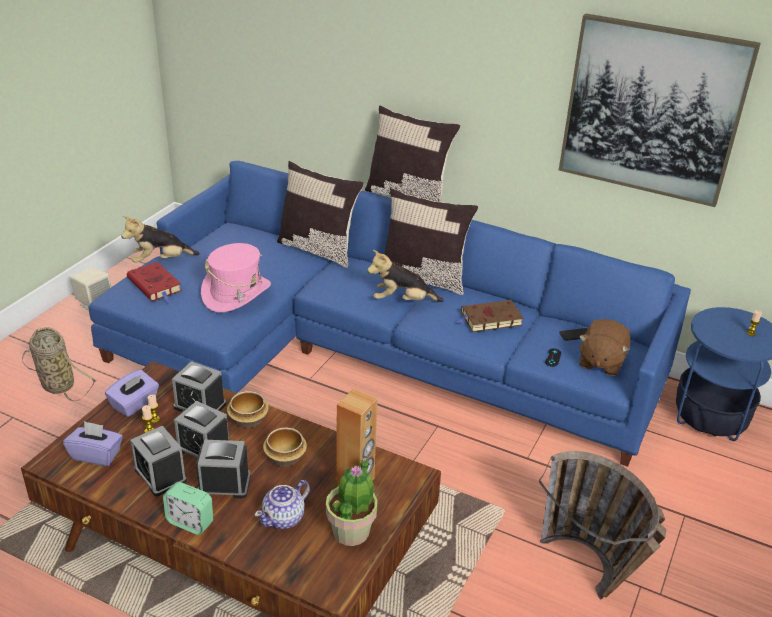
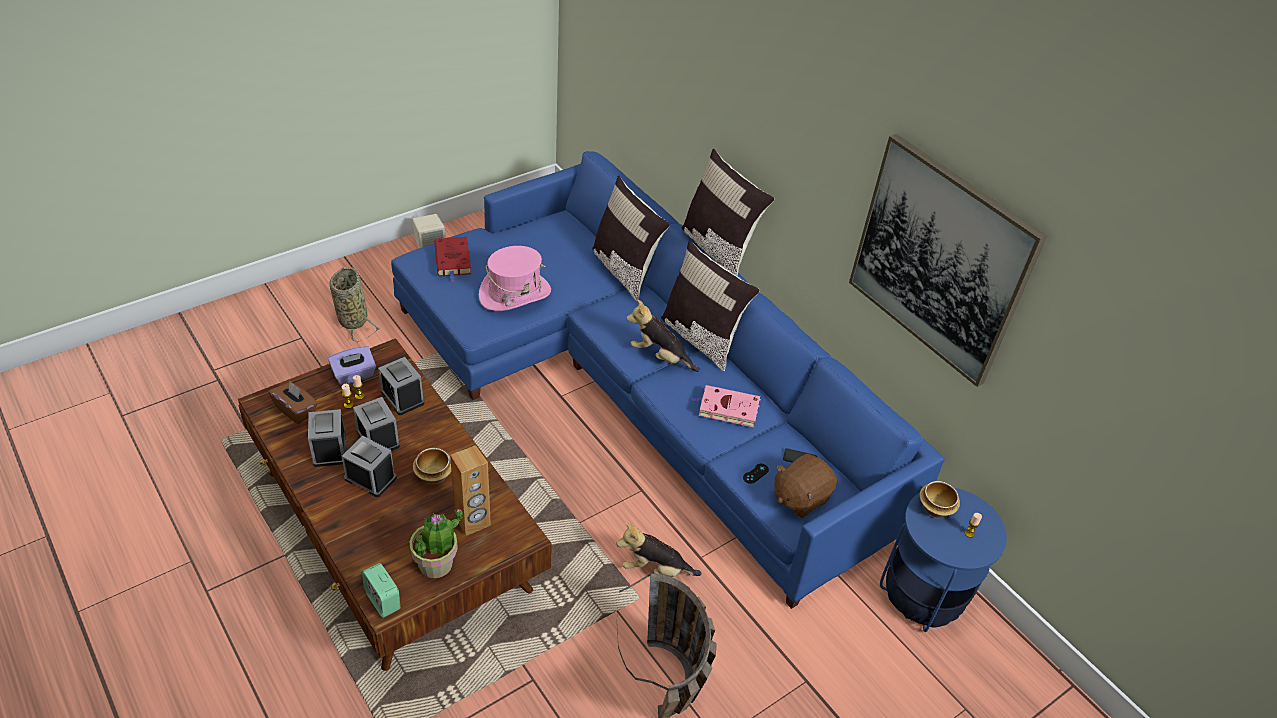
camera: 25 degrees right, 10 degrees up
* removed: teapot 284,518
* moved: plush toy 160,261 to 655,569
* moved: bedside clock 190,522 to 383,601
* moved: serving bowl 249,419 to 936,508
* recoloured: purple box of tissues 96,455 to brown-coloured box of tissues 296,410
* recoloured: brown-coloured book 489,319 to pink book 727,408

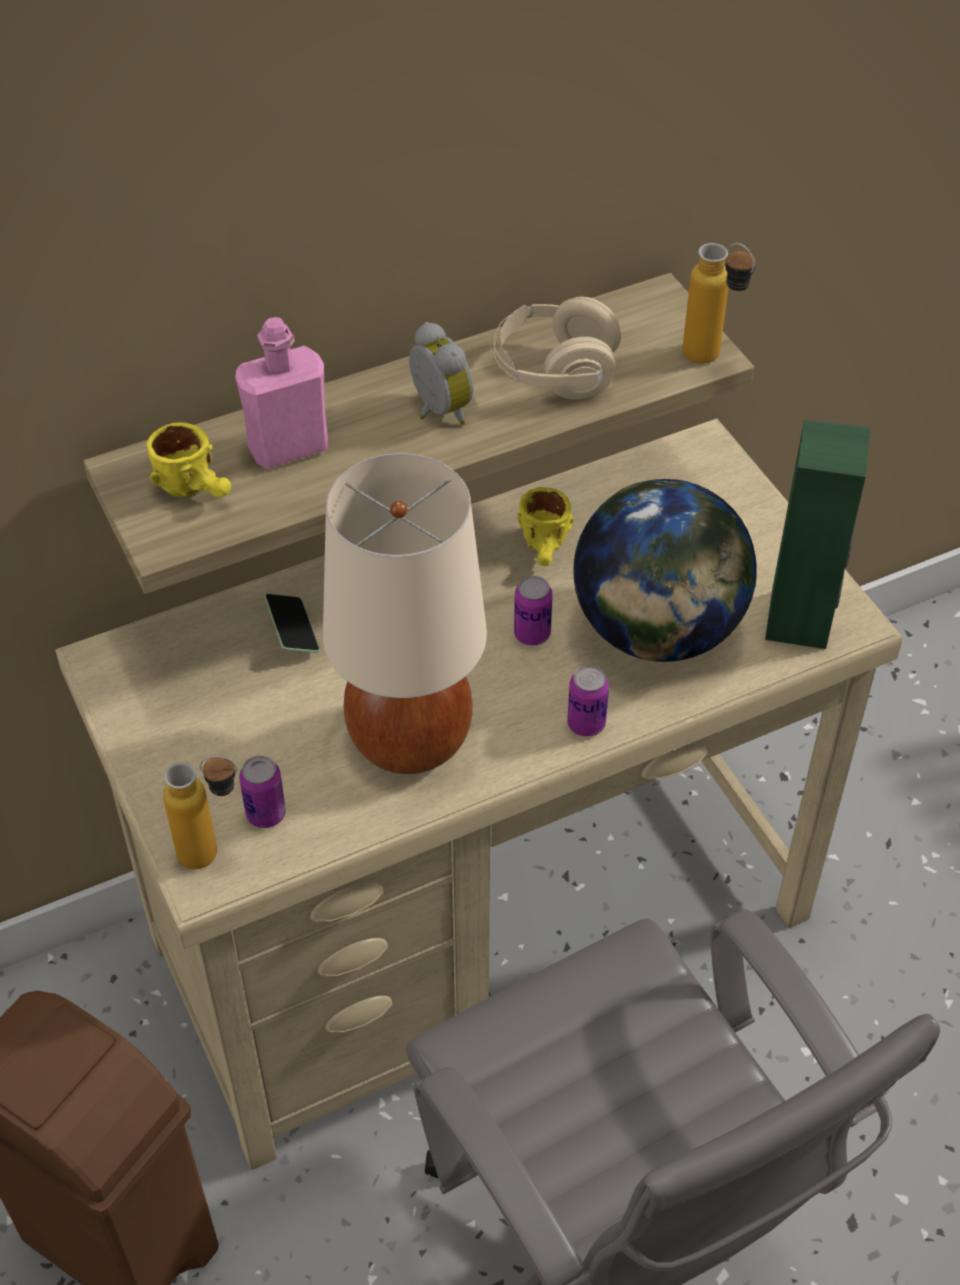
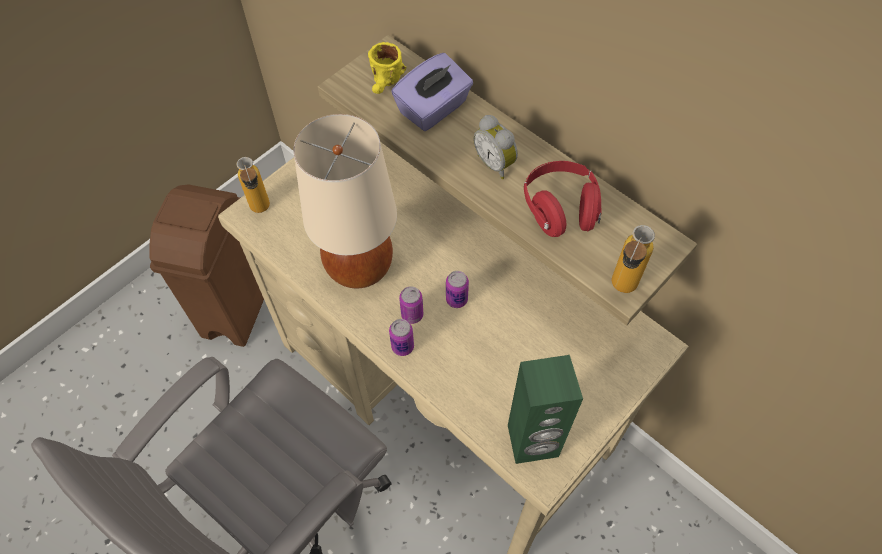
camera: 70 degrees right, 10 degrees up
* removed: telephone 292,631
* removed: yellow-coloured mug 546,550
* removed: desk globe 657,631
* moved: can 266,814 to 412,315
* replaced: pink beverage bottle 288,448 to purple box of tissues 433,109
* recoloured: beige headphones 555,373 to red-coloured headphones 560,210
* turned: bedside clock 437,411 = 496,163 105 degrees clockwise

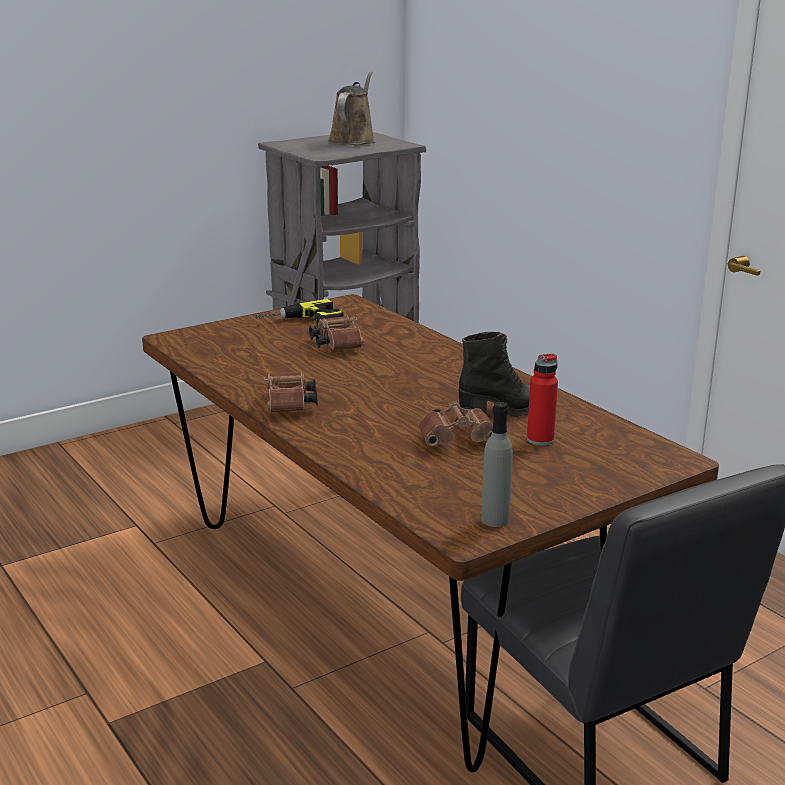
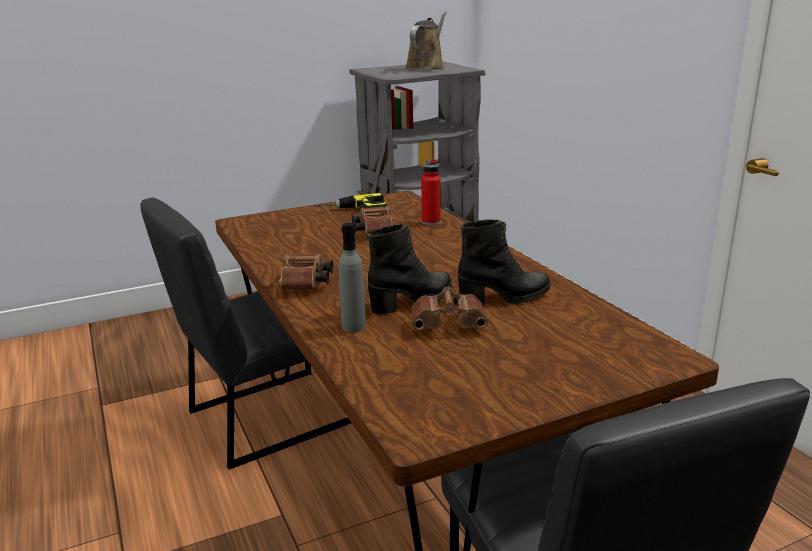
camera: 10 degrees right, 0 degrees up
* added: grey chair 267,417
* added: black-coloured boot 412,301
* moved: grey beverage bottle 495,520 to 353,326
* moved: red-coloured beverage bottle 540,440 to 431,222

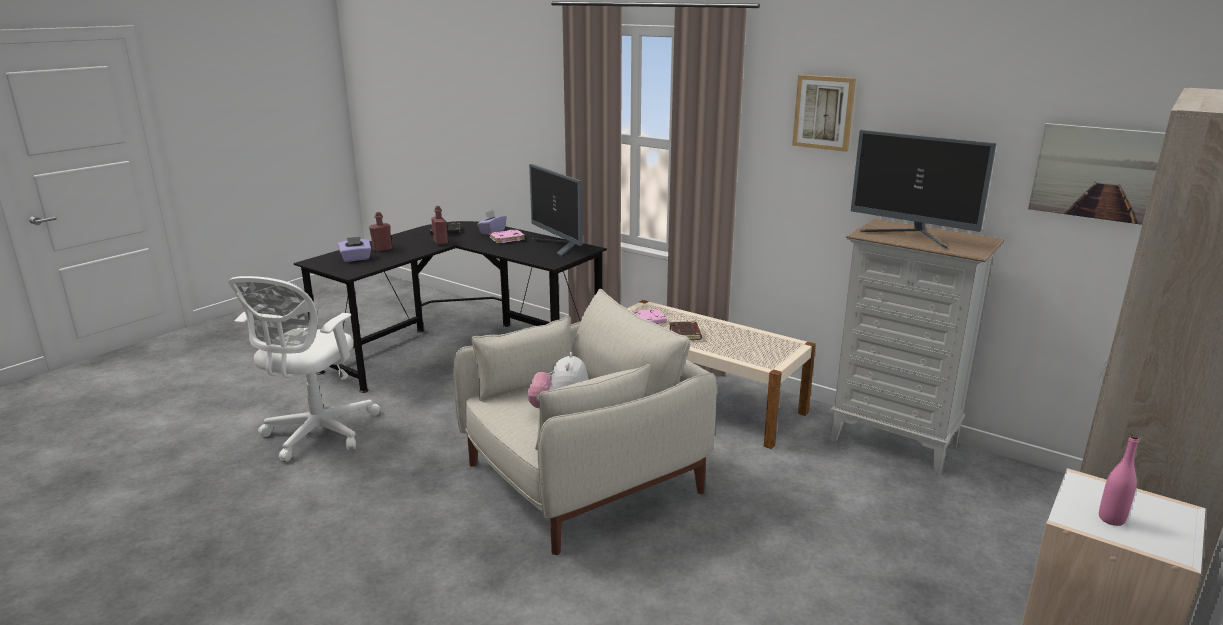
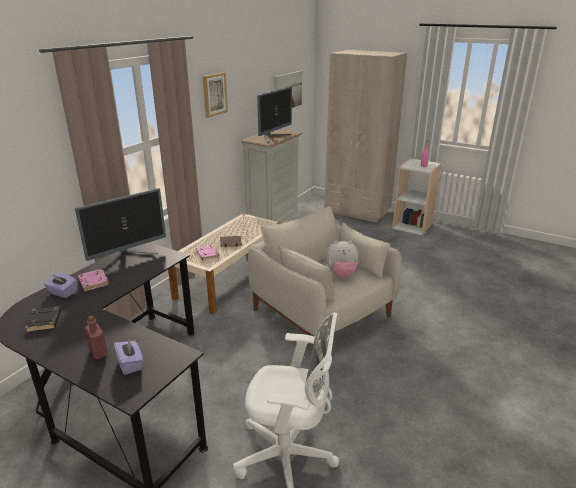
camera: 95 degrees left, 5 degrees up
* removed: red-coloured beverage bottle 440,242

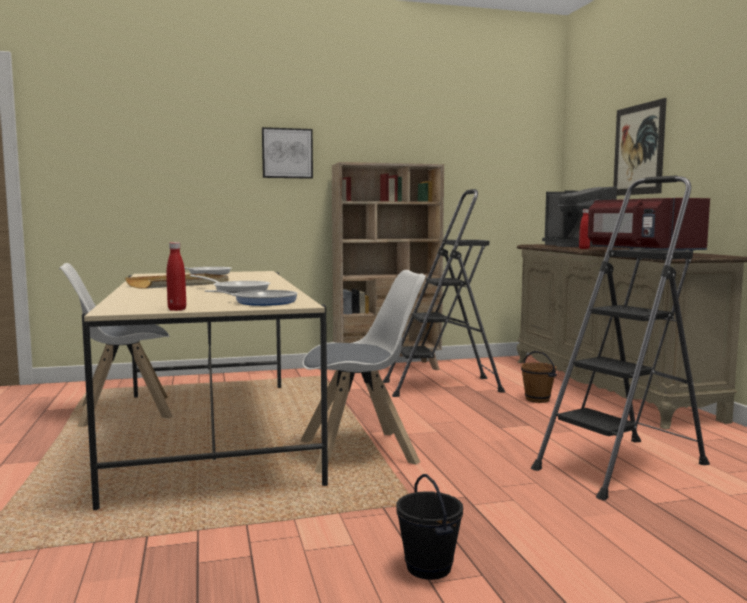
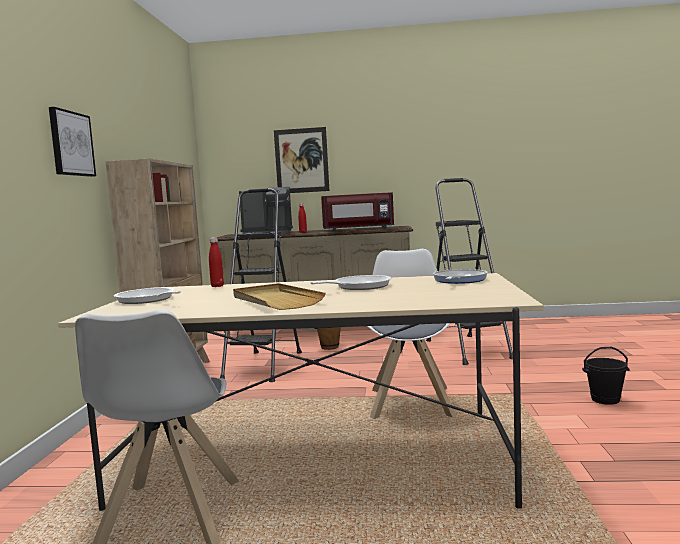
camera: 70 degrees left, 0 degrees up
* moved: red-coloured beverage bottle 177,309 to 217,286

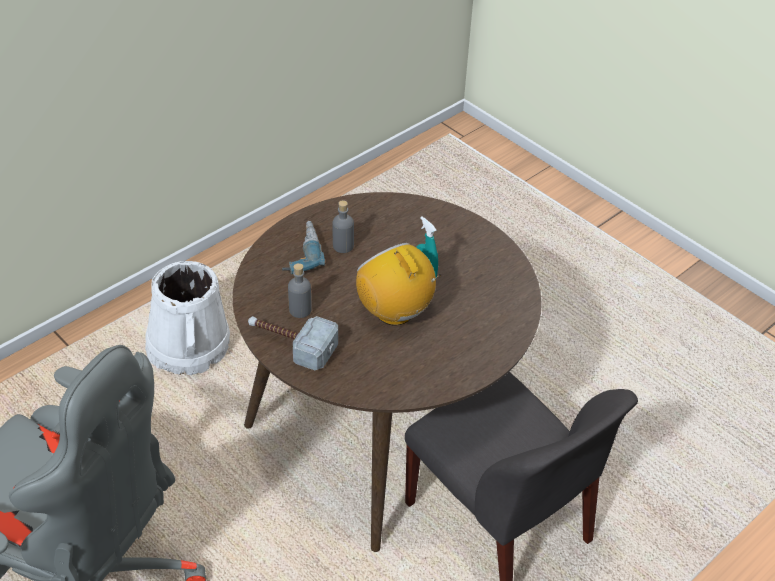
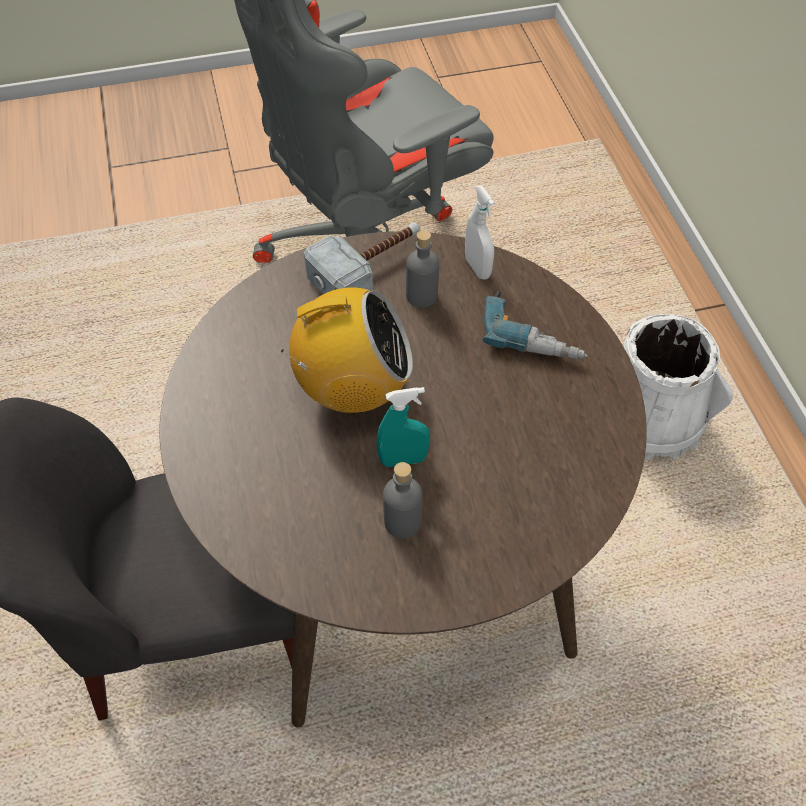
camera: 120 degrees right, 10 degrees up
* added: whitish hand sprayer 477,268
* moved: grey beverage bottle 343,246 to 402,522

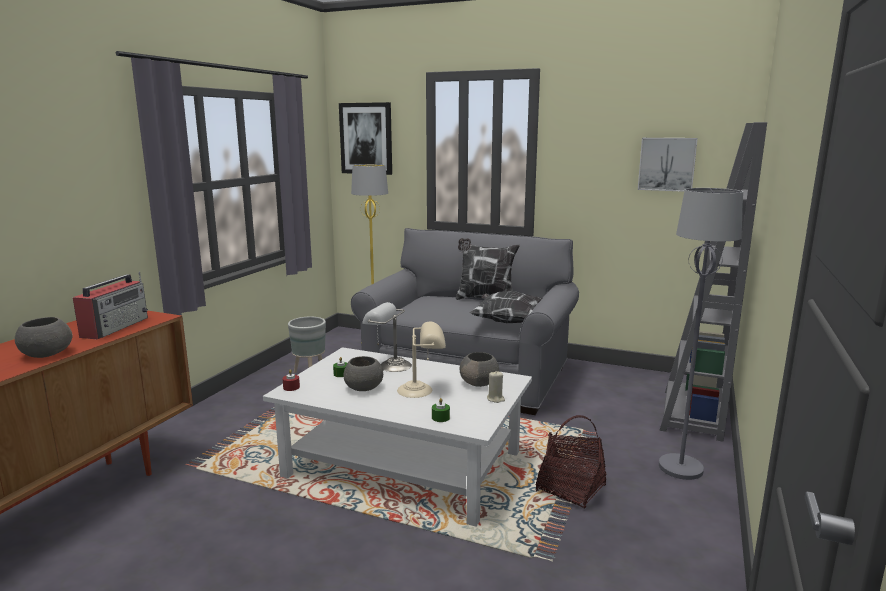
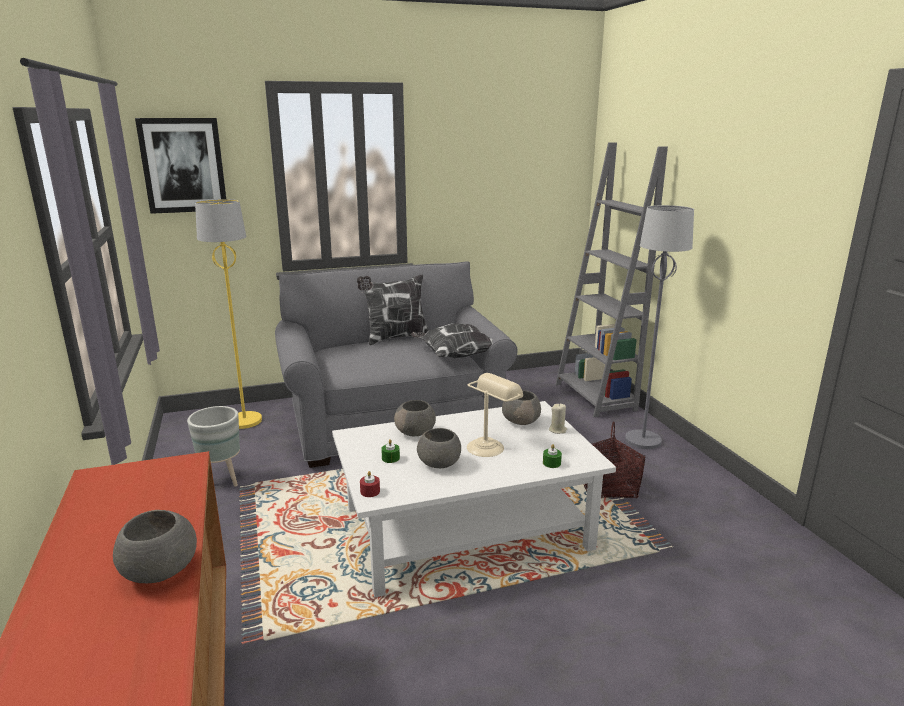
camera: 40 degrees left, 5 degrees up
* removed: radio set 116,327
* removed: picture 667,164
* replaced: whitish tabletop lamp 389,365 to grey serving bowl 416,432

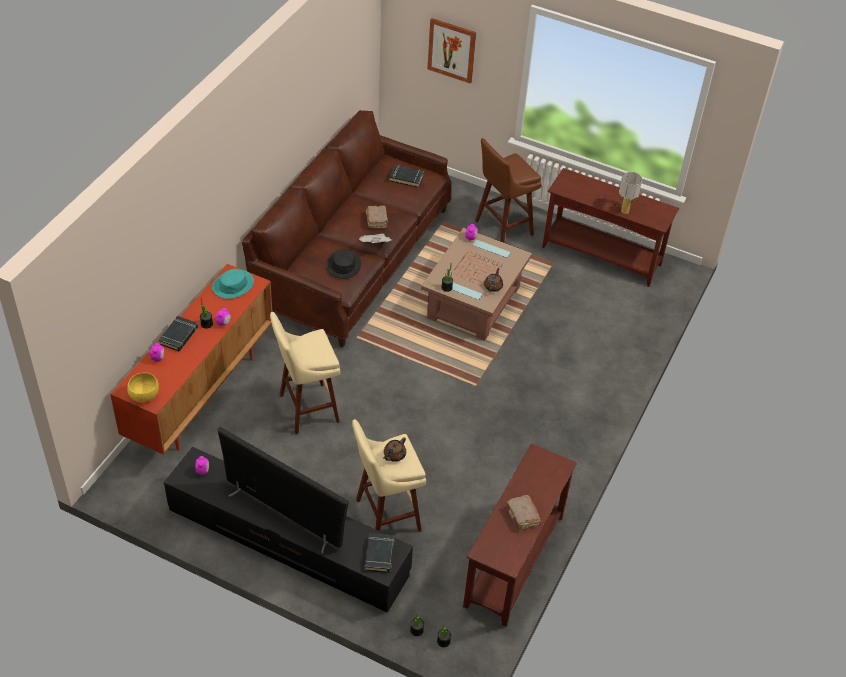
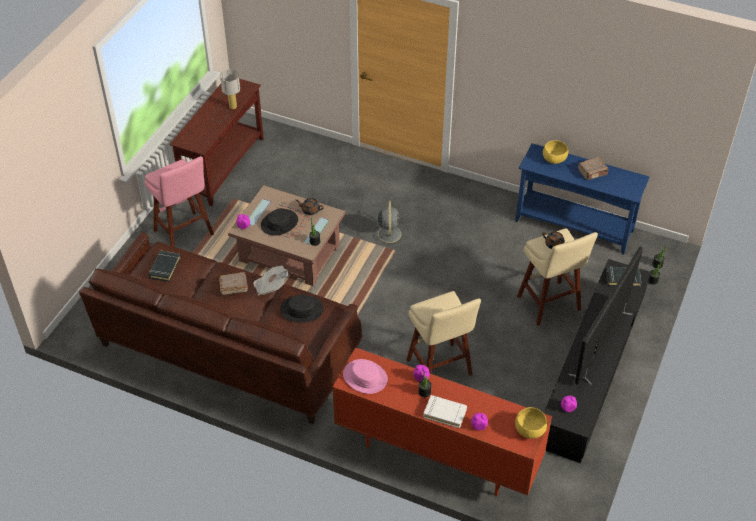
camera: 90 degrees left, 0 degrees up
* removed: picture 452,50
* added: black-coloured hat 279,223
* added: grey electric fan 389,233
* added: yellow-coloured serving bowl 554,159
* recoloured: black-coloured book 179,336 to whitish book 445,413
* recoloured: turquoise hat 233,285 to pink hat 365,377
* recoloured: brown-coloured hall table 514,562 to blue hall table 574,225
* recoloured: brown-coloured stool 501,229 to pink stool 184,234

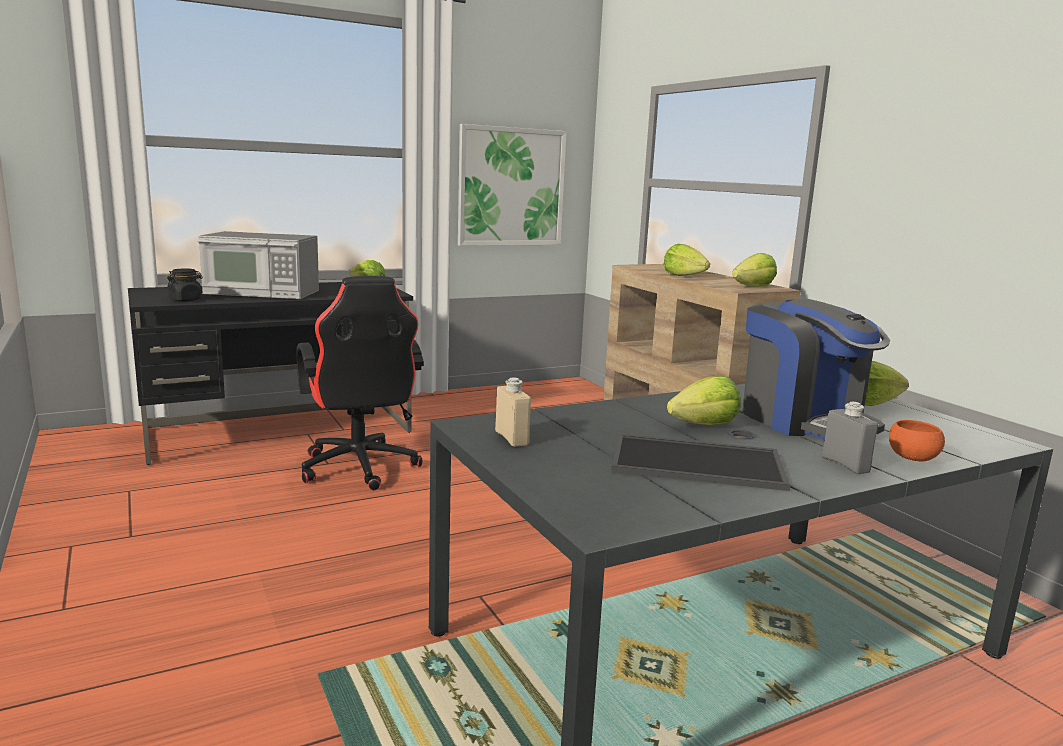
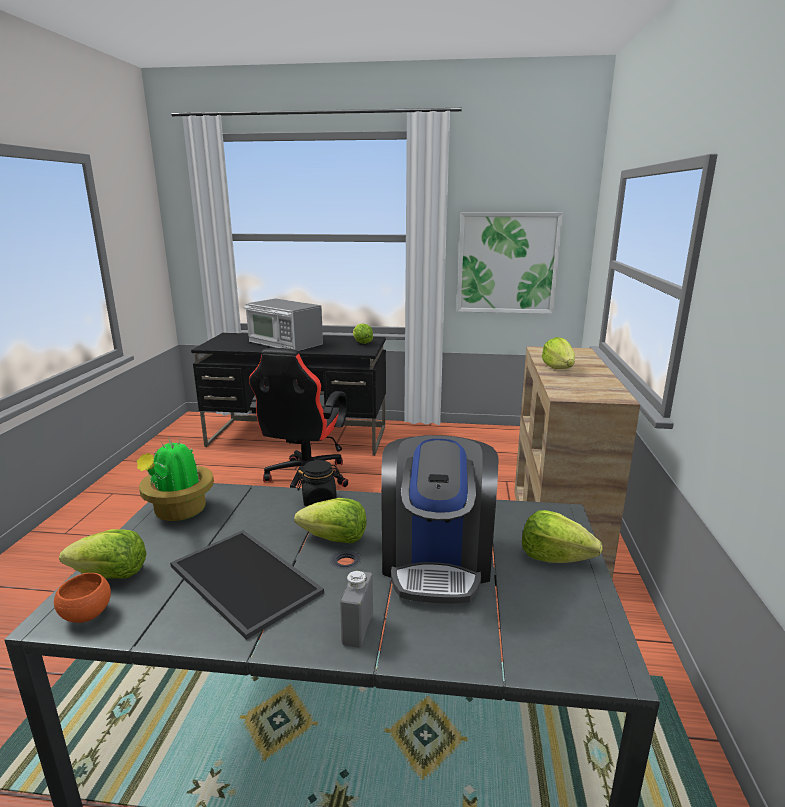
camera: 35 degrees right, 5 degrees up
* moved: black-coloured jar 186,300 to 319,500
* moved: lettuce head 753,287 to 110,575
* moved: orange-coloured serving bowl 913,458 to 87,614
* replaced: beige beverage bottle 511,438 to potted plant 179,512

